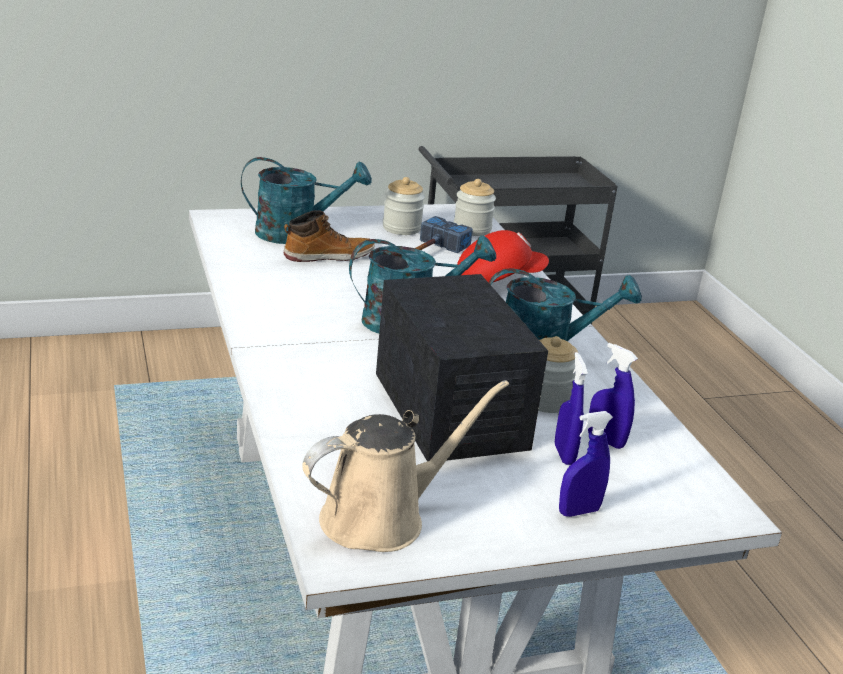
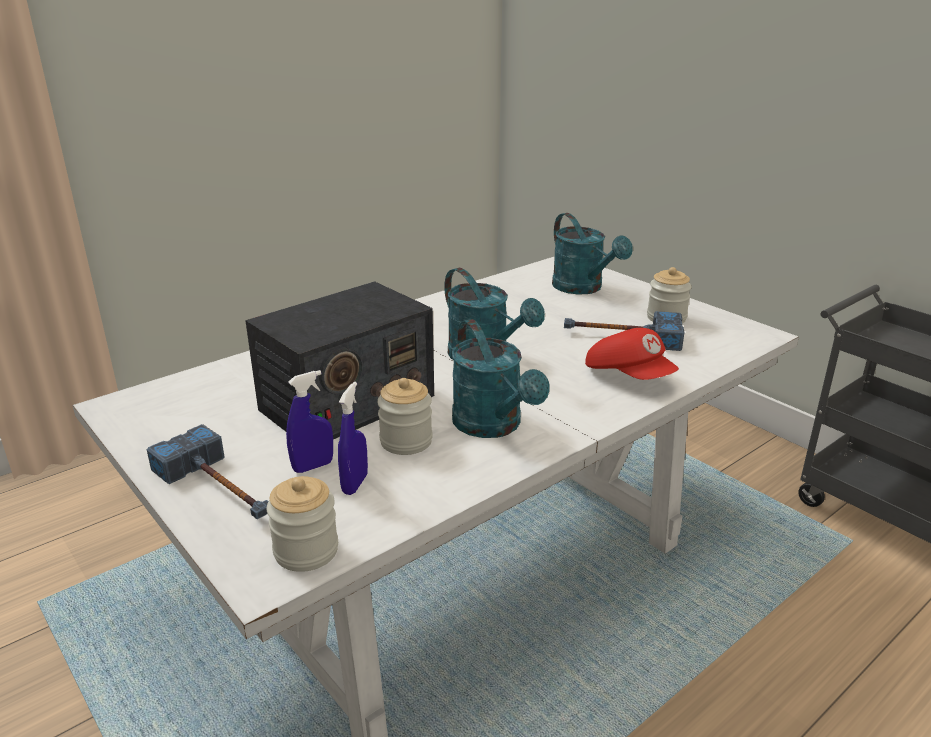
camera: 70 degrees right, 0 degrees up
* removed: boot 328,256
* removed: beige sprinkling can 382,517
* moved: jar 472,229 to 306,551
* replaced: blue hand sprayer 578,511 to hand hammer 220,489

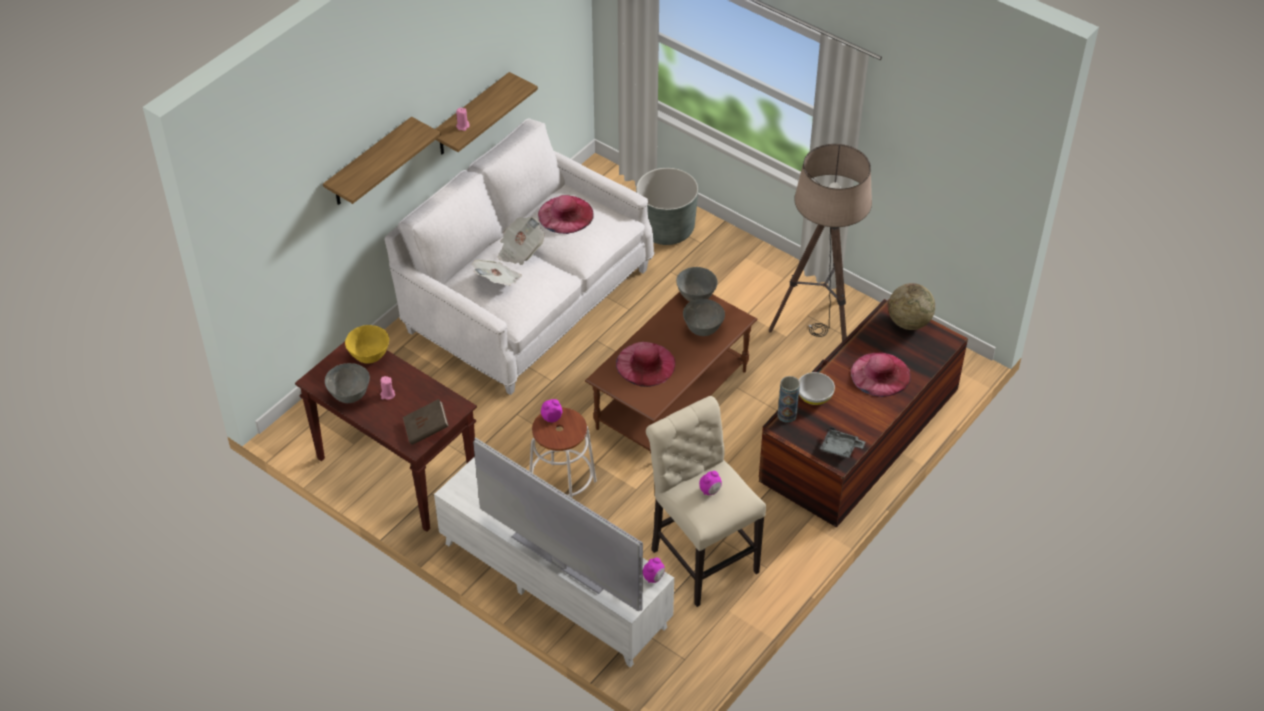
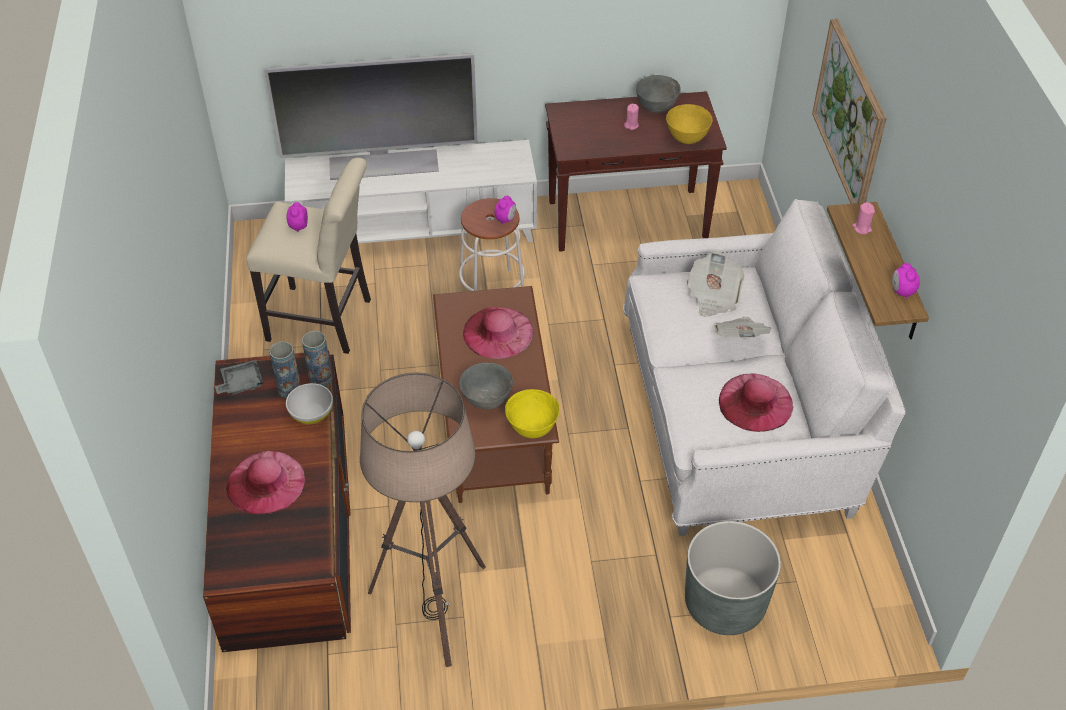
camera: 135 degrees right, 0 degrees up
* removed: brown-coloured book 426,429
* removed: desk globe 908,322
* added: decorative vase 289,389
* moved: bedside clock 654,577 to 902,292
* replaced: bracket shelf 369,163 to picture 850,115
* recoloured: grey serving bowl 696,296 to yellow-coloured serving bowl 532,428

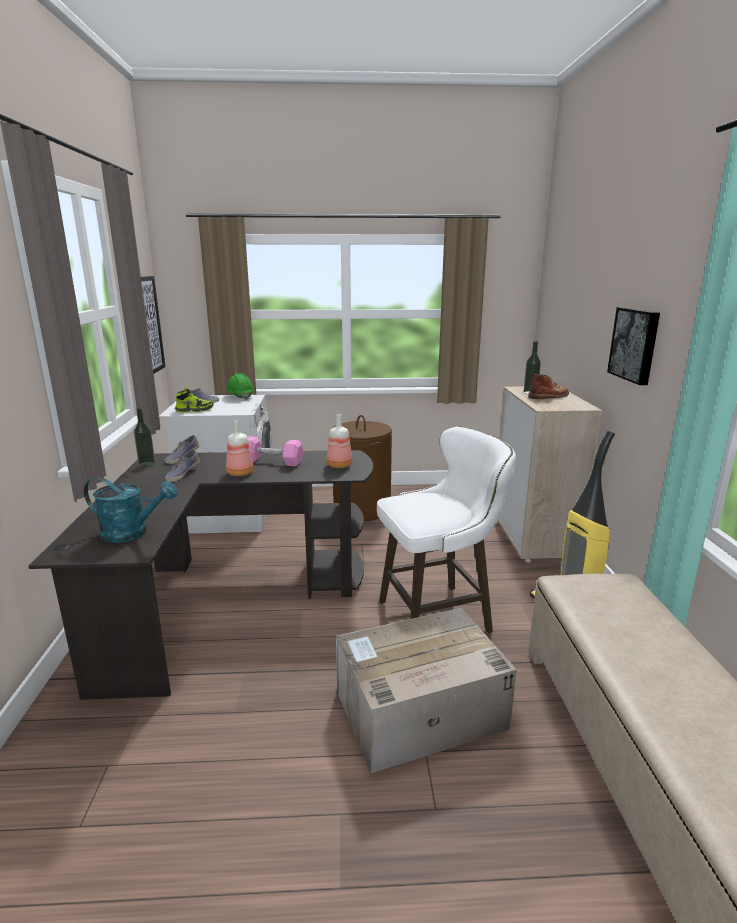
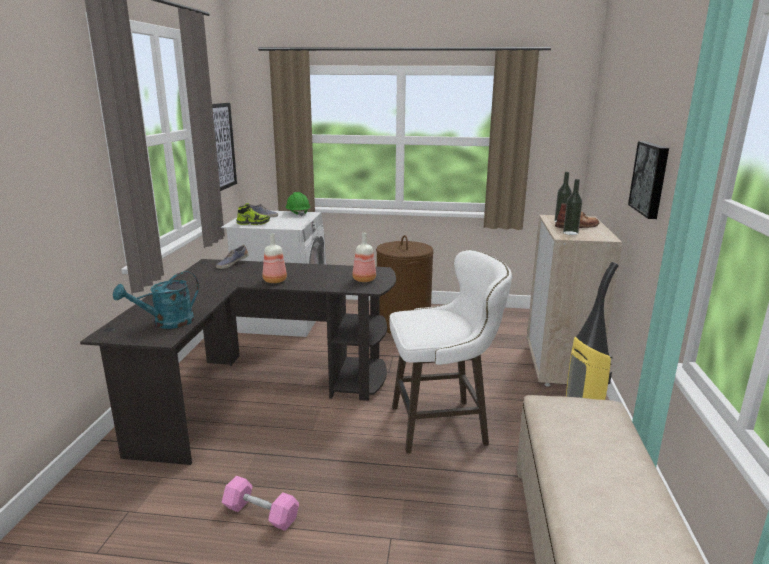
camera: 10 degrees right, 0 degrees up
* removed: item of footwear 182,474
* removed: cardboard box 418,711
* moved: beverage bottle 147,464 to 570,233
* moved: pink dumbbell 272,461 to 261,513
* turned: turquoise sprinkling can 132,533 = 167,323 120 degrees clockwise

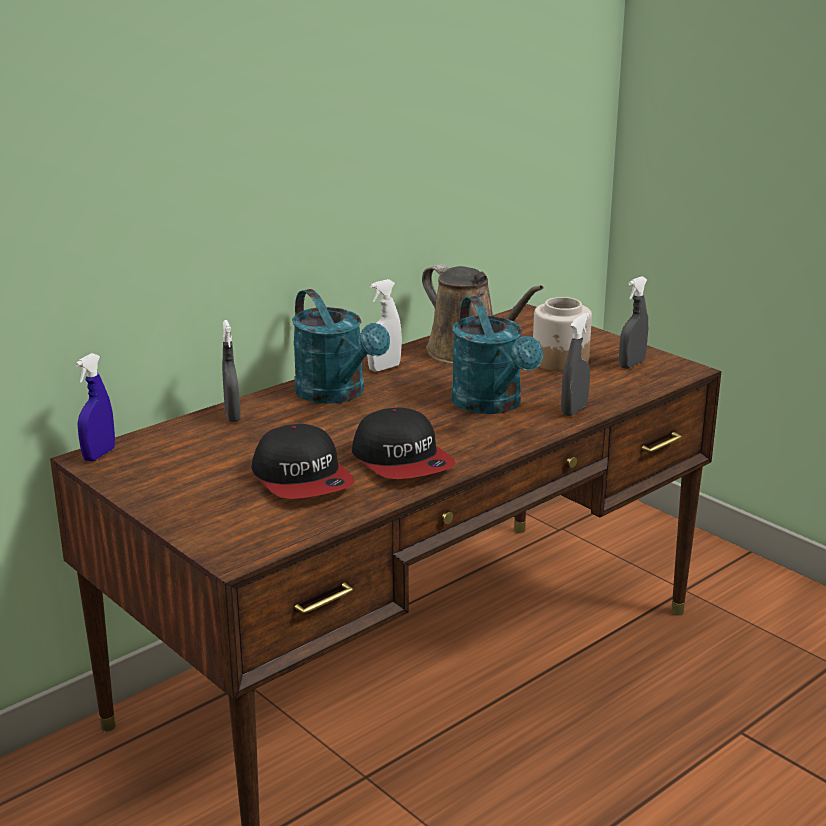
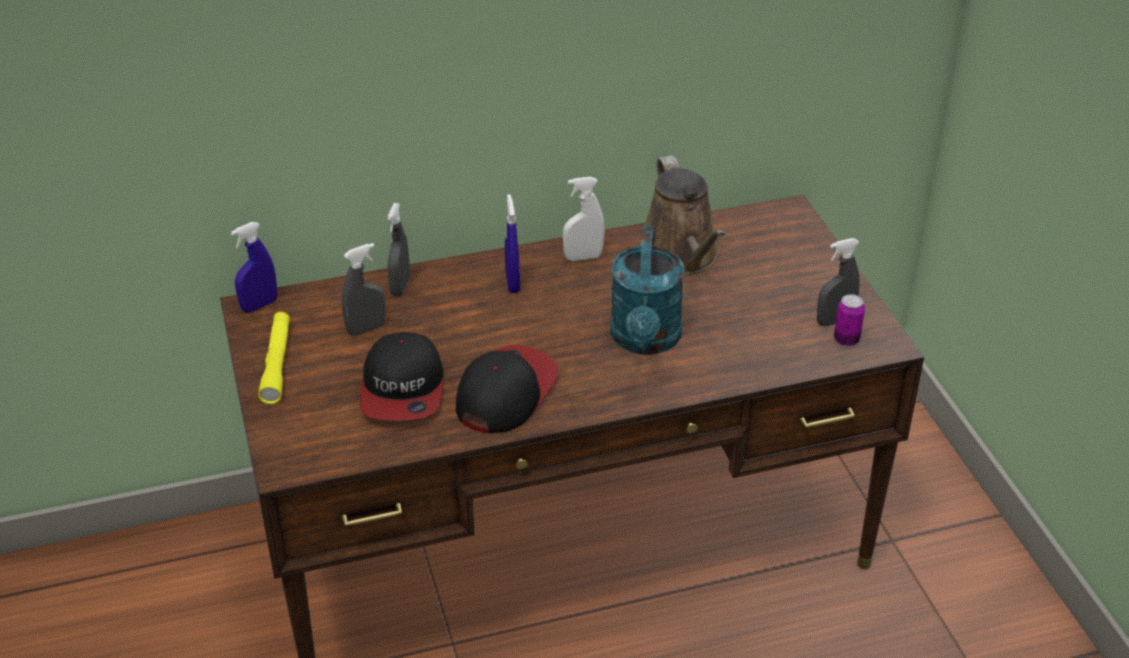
camera: 25 degrees right, 15 degrees up
* removed: jar 560,361
* added: yellow-coloured hand torch 277,364
* added: can 846,340
* moved: grey hand sprayer 574,410 to 366,329
* replaced: turquoise sprinkling can 337,394 to blue hand sprayer 512,283
* turned: cap 402,461 = 505,393 150 degrees counterclockwise

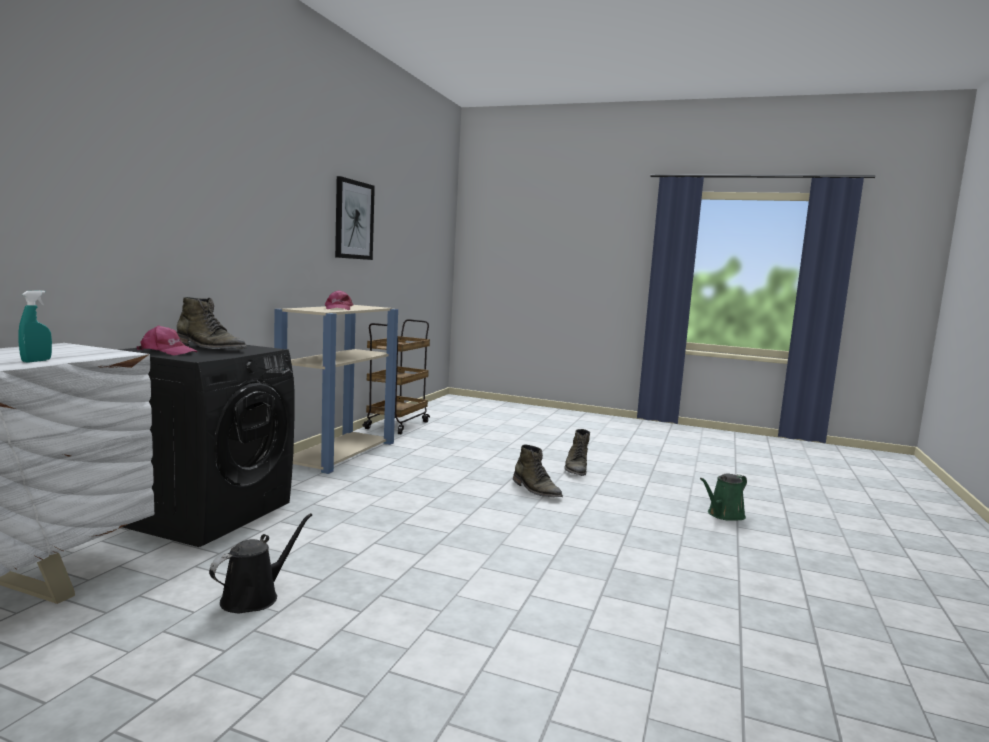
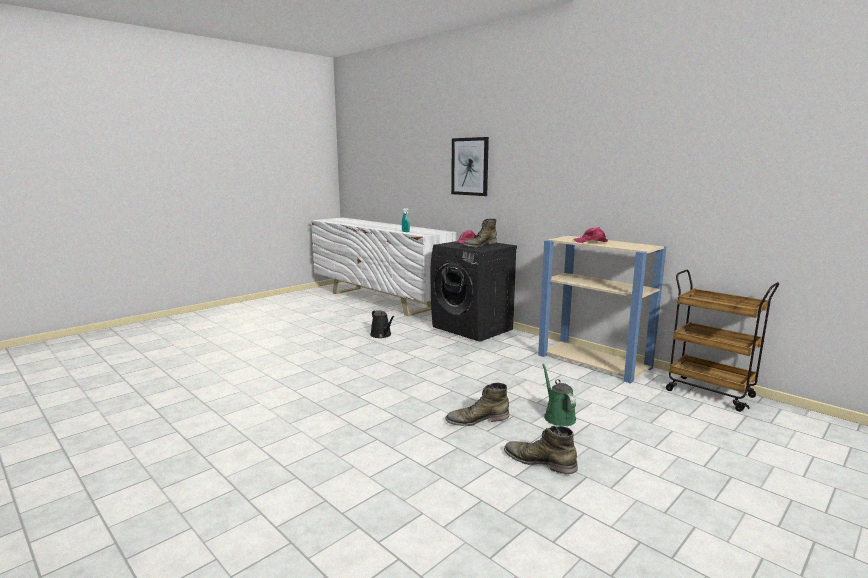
camera: 115 degrees right, 5 degrees up
* moved: picture 353,220 to 470,166
* moved: greenish sprinkling can 724,515 to 558,416

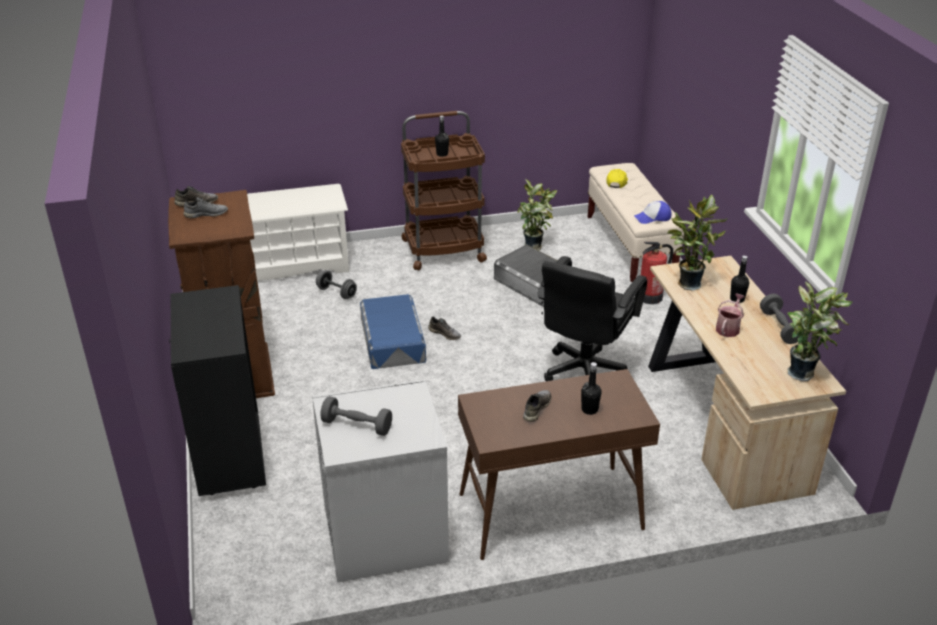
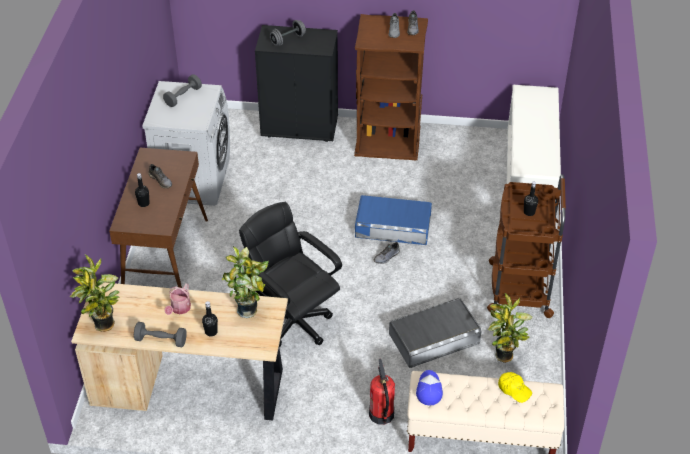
camera: 110 degrees right, 10 degrees up
* moved: grey dumbbell 336,293 to 288,40
* turned: sprinkling can 728,328 = 179,309 60 degrees clockwise

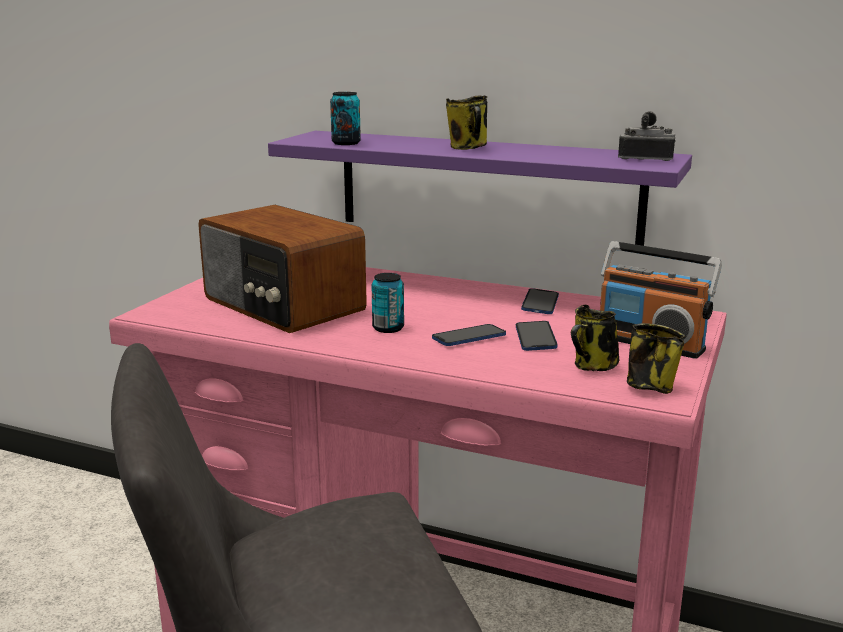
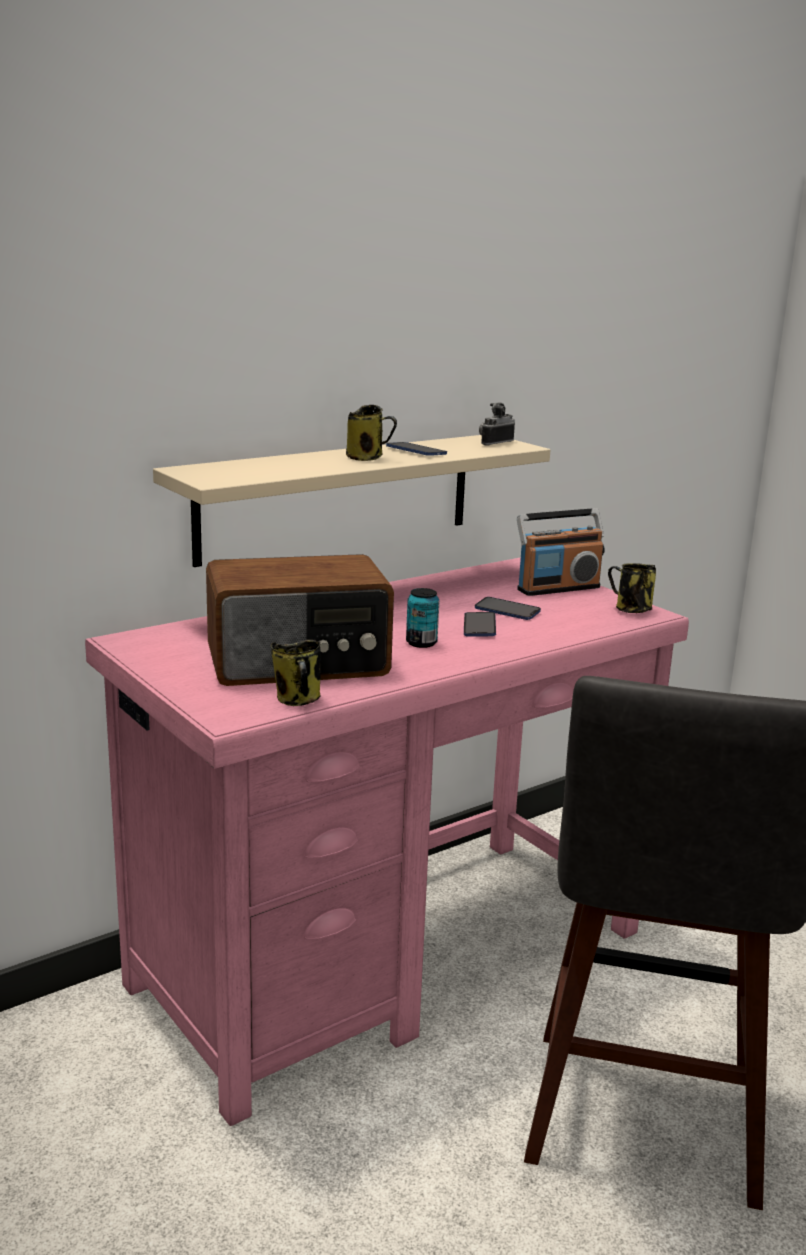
camera: 60 degrees left, 0 degrees up
* removed: can 346,143
* moved: telephone 540,303 to 416,451
* moved: mug 592,367 to 299,700
* recoloured: purple bracket shelf 486,189 to beige bracket shelf 338,497

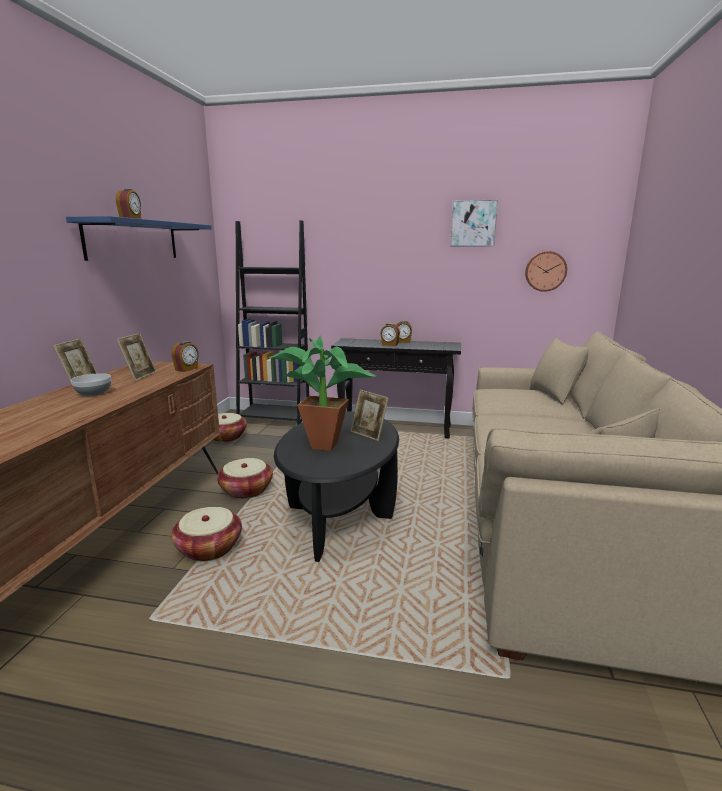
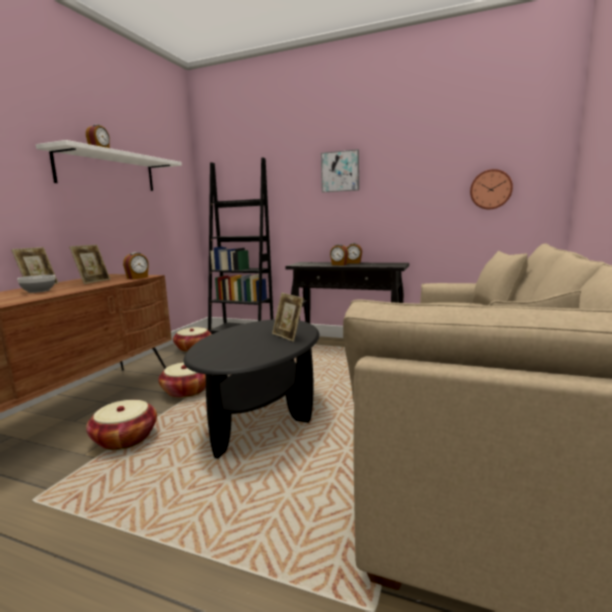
camera: 10 degrees right, 5 degrees down
* removed: potted plant 320,444
* moved: picture 473,223 to 340,171
* recoloured: blue bracket shelf 133,240 to whitish bracket shelf 107,171

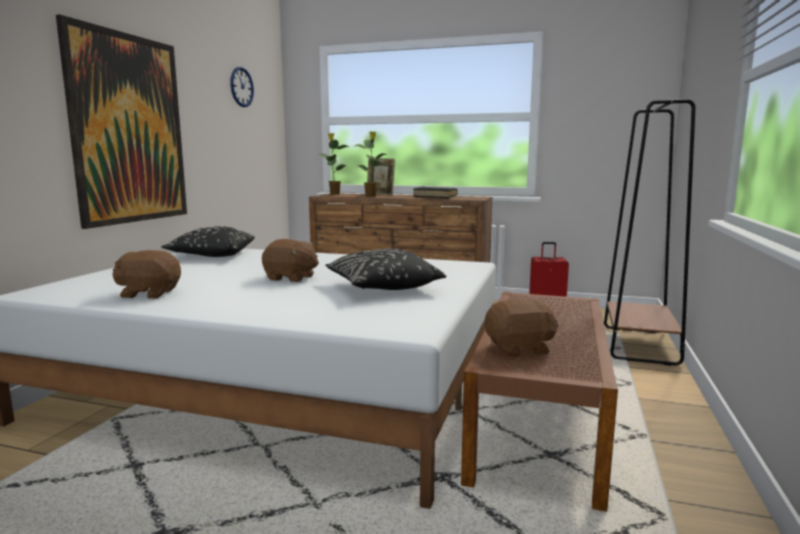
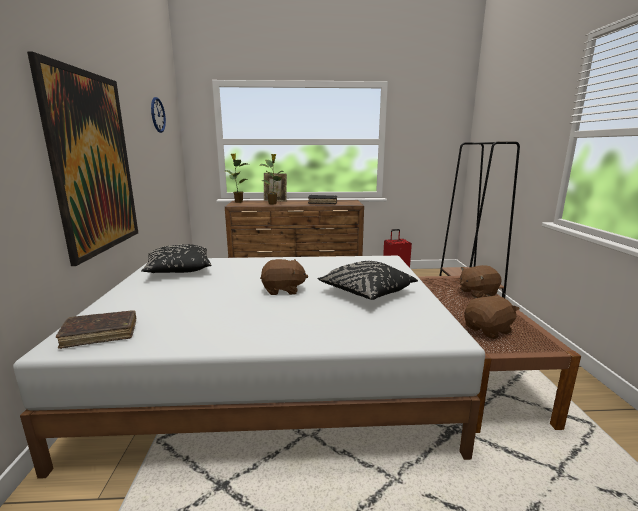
camera: 20 degrees left, 5 degrees up
* added: brown-coloured book 100,334
* moved: brown-coloured plush toy 149,294 to 477,292

